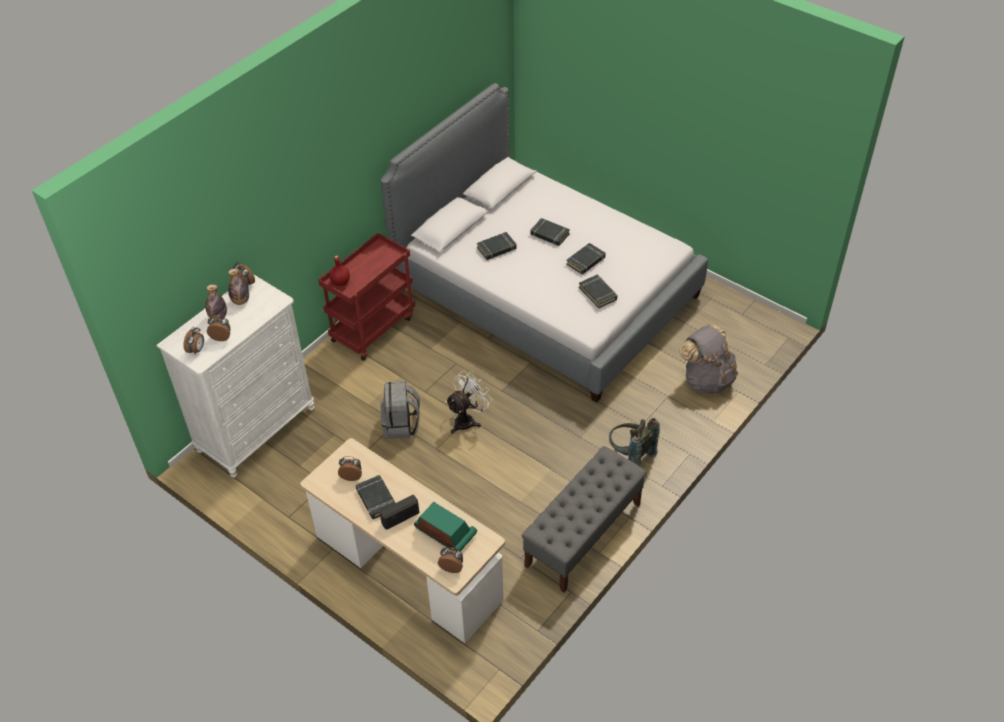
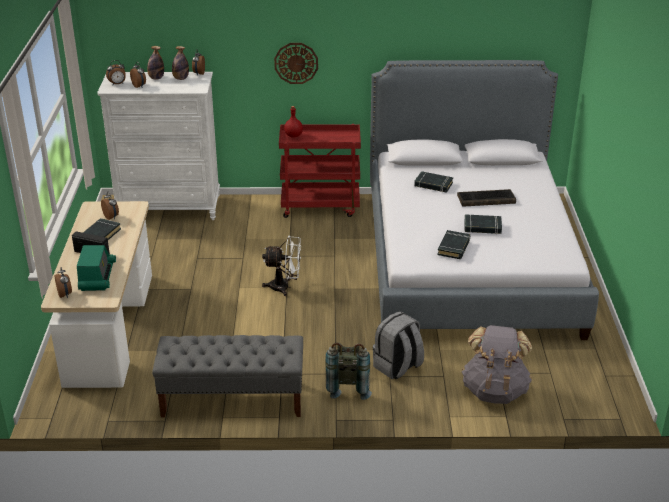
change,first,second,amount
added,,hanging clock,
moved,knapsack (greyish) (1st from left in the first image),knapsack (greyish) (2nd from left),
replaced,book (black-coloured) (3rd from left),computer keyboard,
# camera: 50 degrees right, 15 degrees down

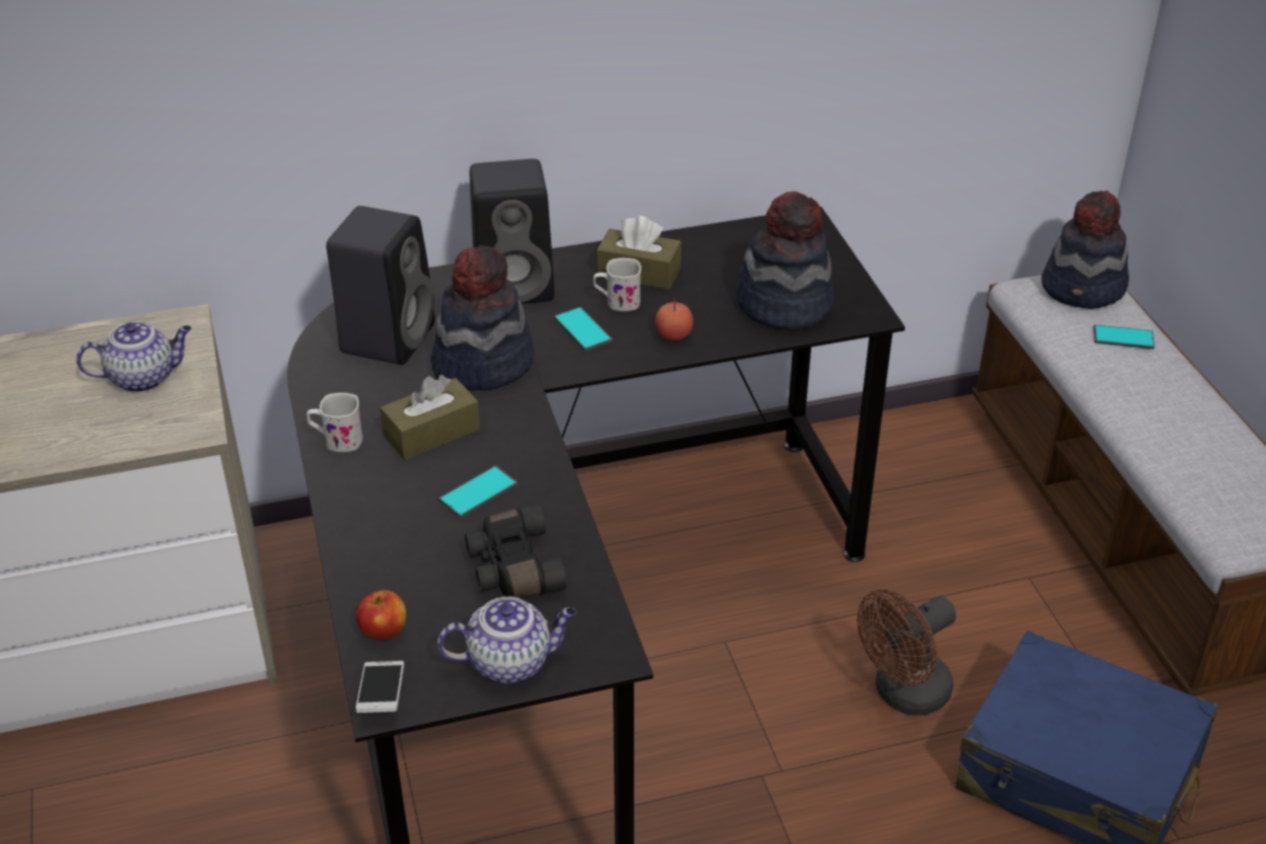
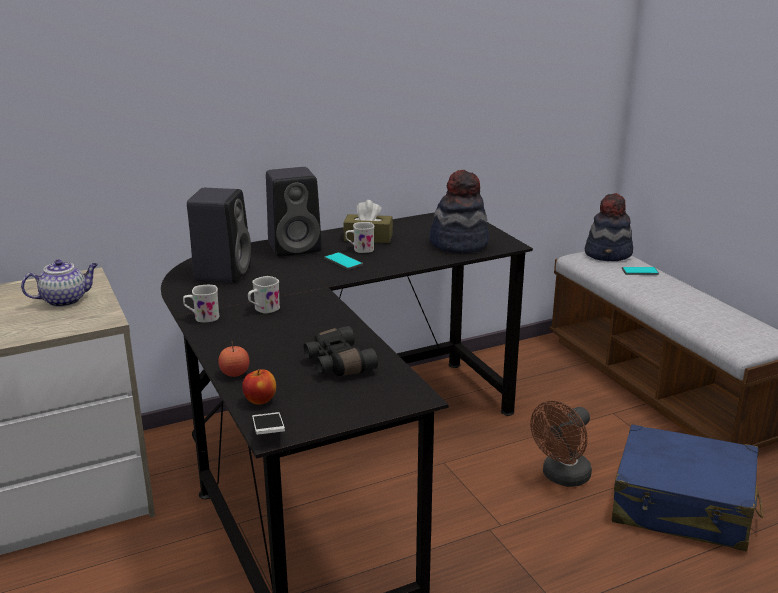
change,first,second,amount
removed,hat (1st from left),,
removed,pot for tea (2nd from left),,
removed,phone (2nd from left),,
moved,apple fruit (2nd from left in the first image),apple fruit (1st from left),
replaced,tissue box (brownish) (1st from left),mug (white-coloured) (2nd from left),
# camera: 10 degrees left, 15 degrees down

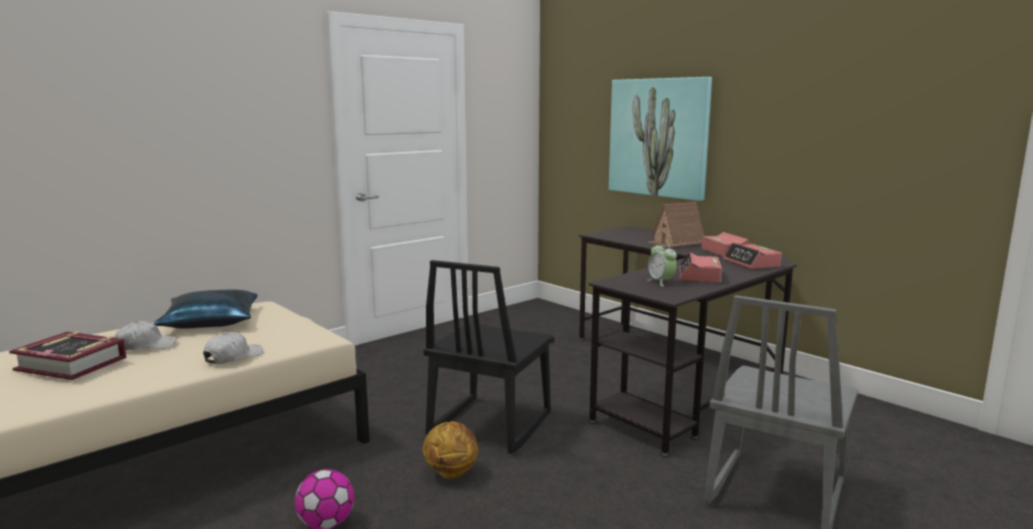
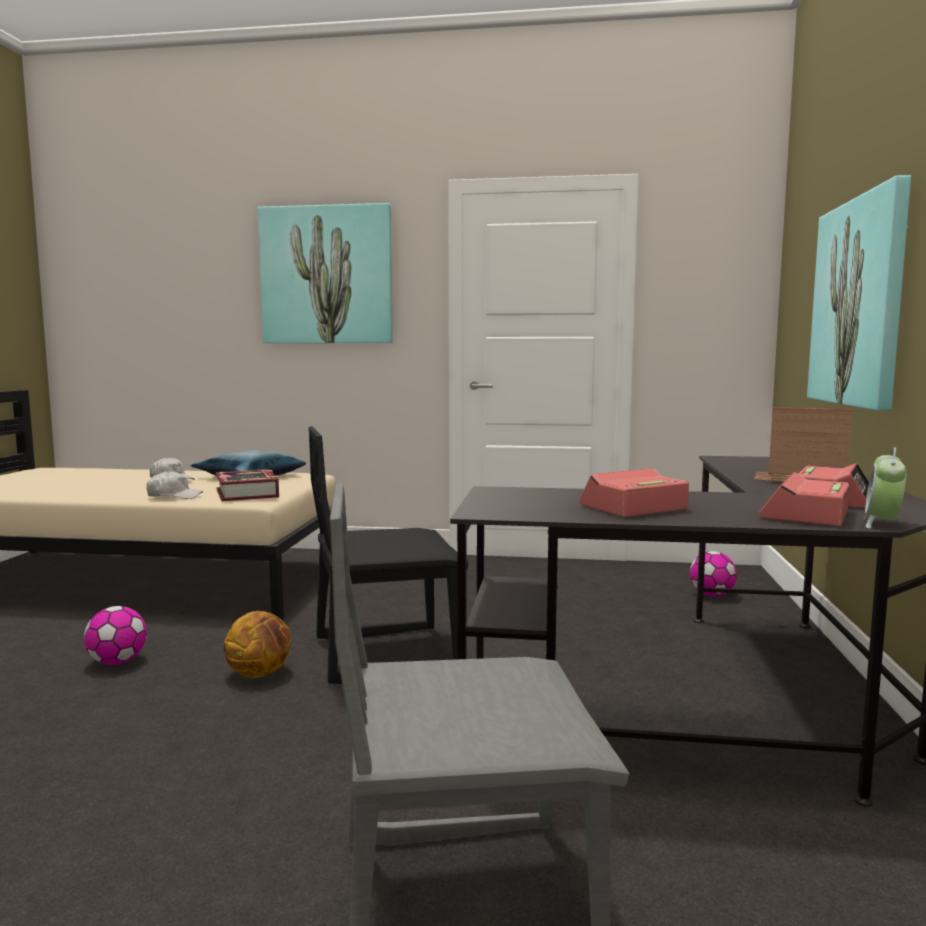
change,first,second,amount
added,,picture (1st from left),
added,,football ball (2nd from left),
moved,book,,
moved,table clock (1st from left in the first image),table clock (4th from left),
# camera: 50 degrees right, 5 degrees down

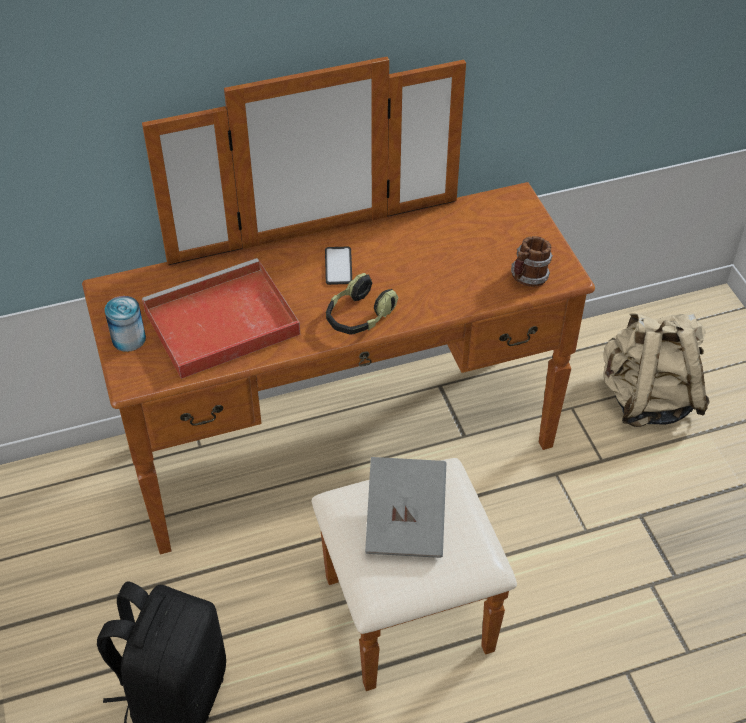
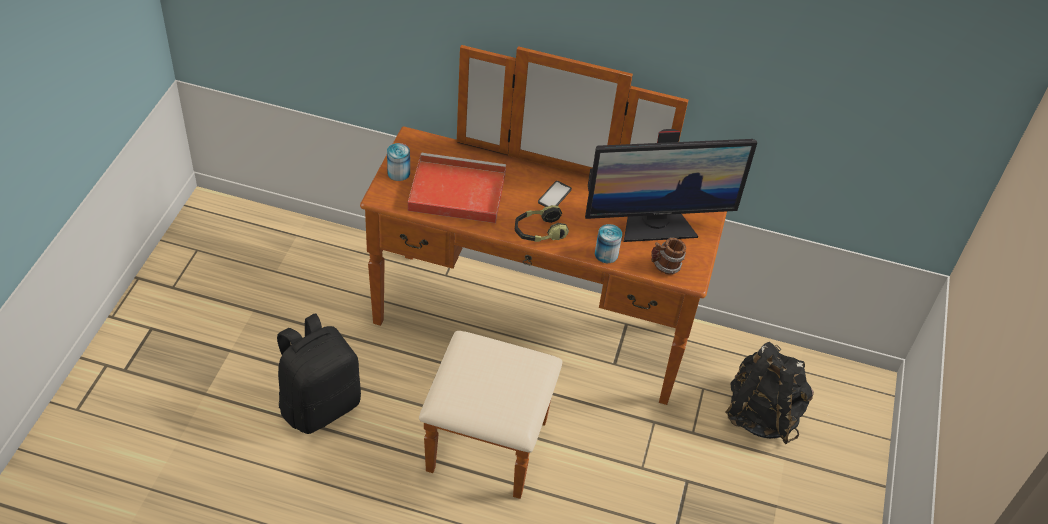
change,first,second,amount
removed,book (greyish),,
added,,monitor,
added,,sealed can (2nd from left),
recoloured,knapsack (beige),knapsack (black-coloured) (2nd from left),
# camera: 30 degrees right, 0 degrees up

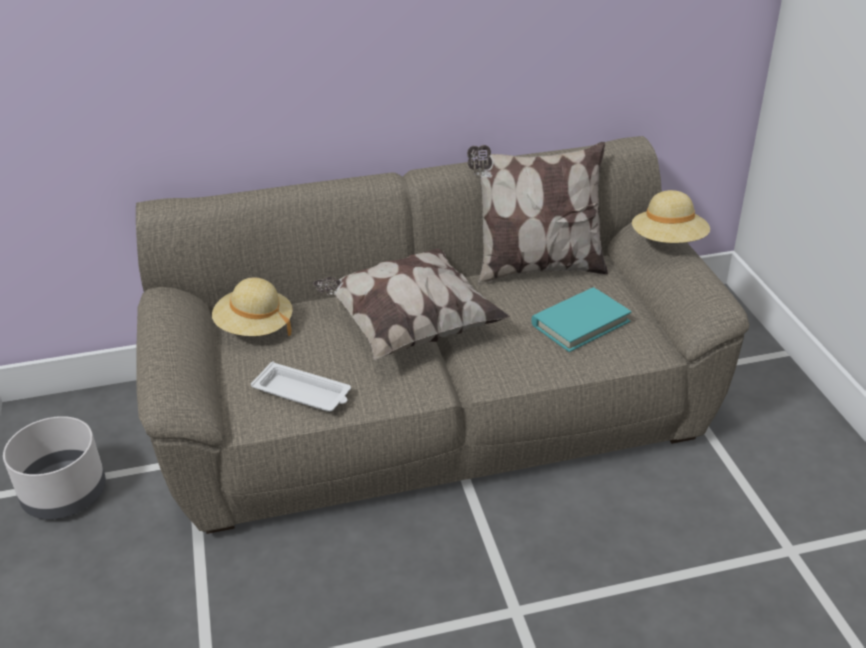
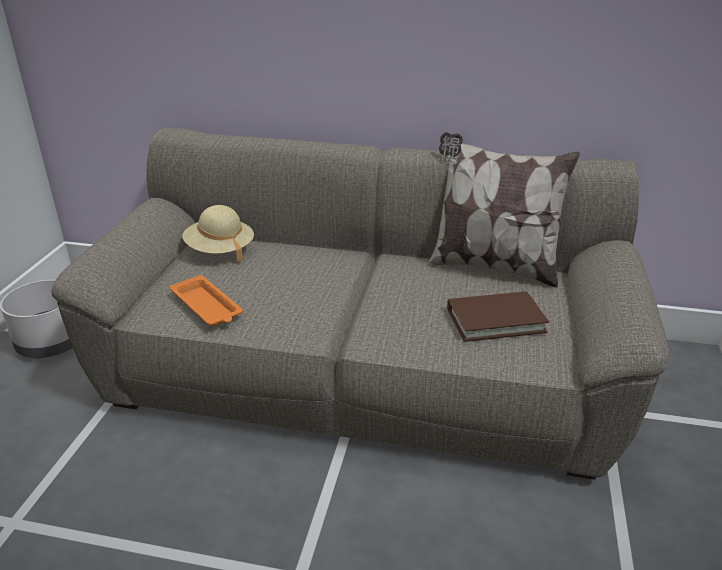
change,first,second,amount
removed,pillow (1st from left),,
removed,hat (beige) (2nd from left),,
recoloured,carrying tray (white-coloured),carrying tray (orange),
recoloured,book (turquoise-coloured),book (brownish),
# camera: 25 degrees right, 5 degrees down

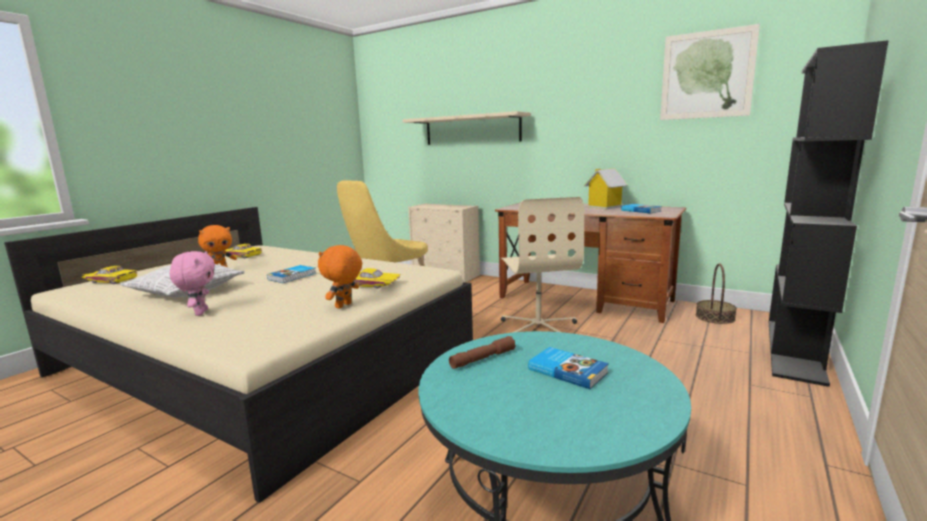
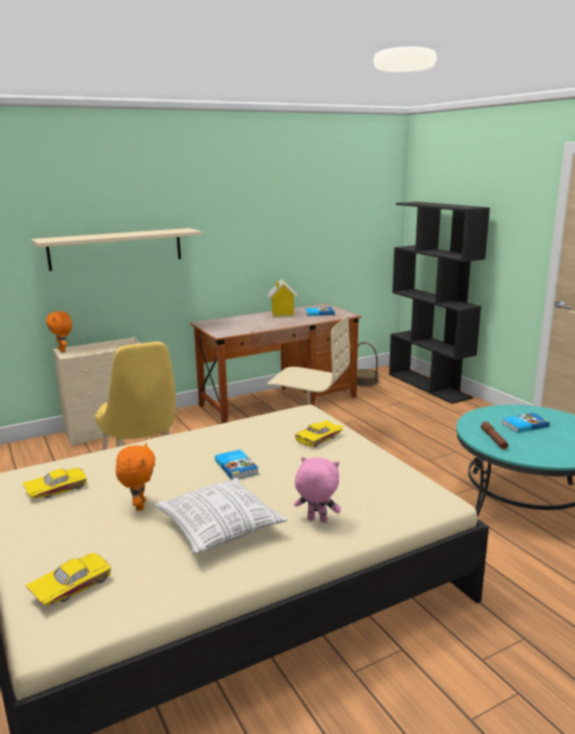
change,first,second,amount
removed,picture,,
moved,cuddly toy (orange) (2nd from left in the first image),cuddly toy (orange) (1st from left),
# camera: 60 degrees left, 5 degrees up

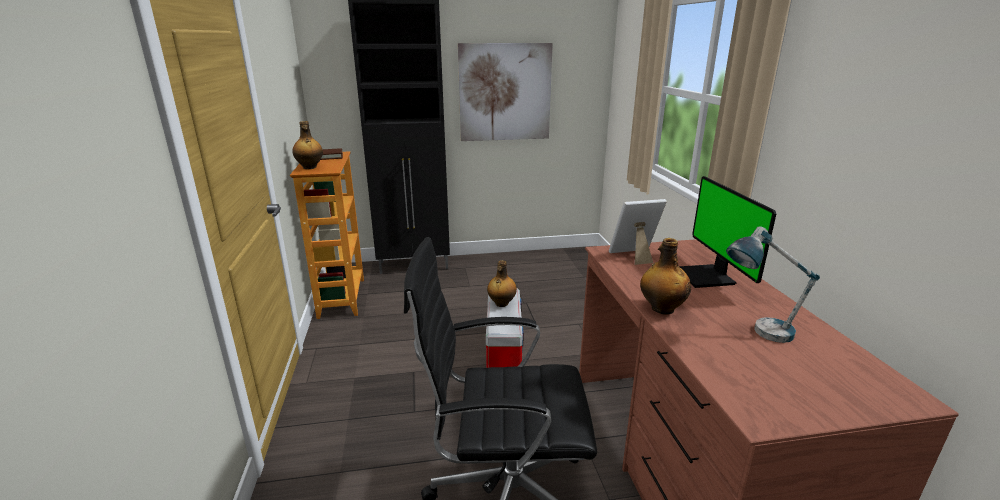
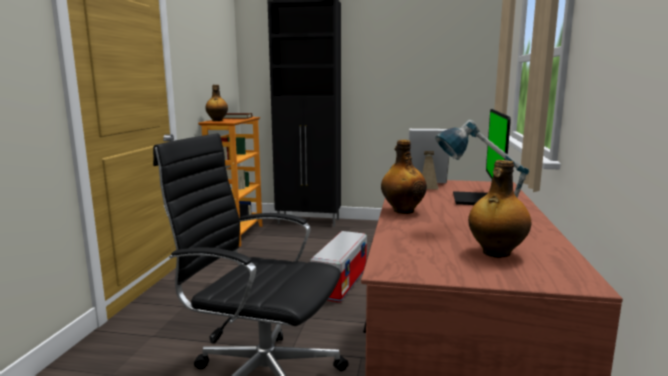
change,first,second,amount
removed,picture,,
moved,bottle (2nd from left in the first image),bottle (3rd from left),
# camera: 20 degrees right, 10 degrees down

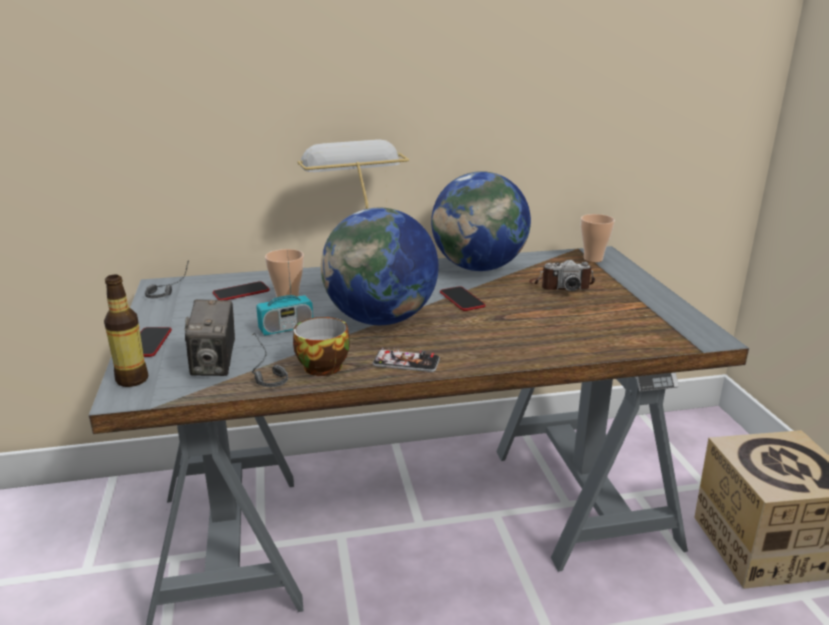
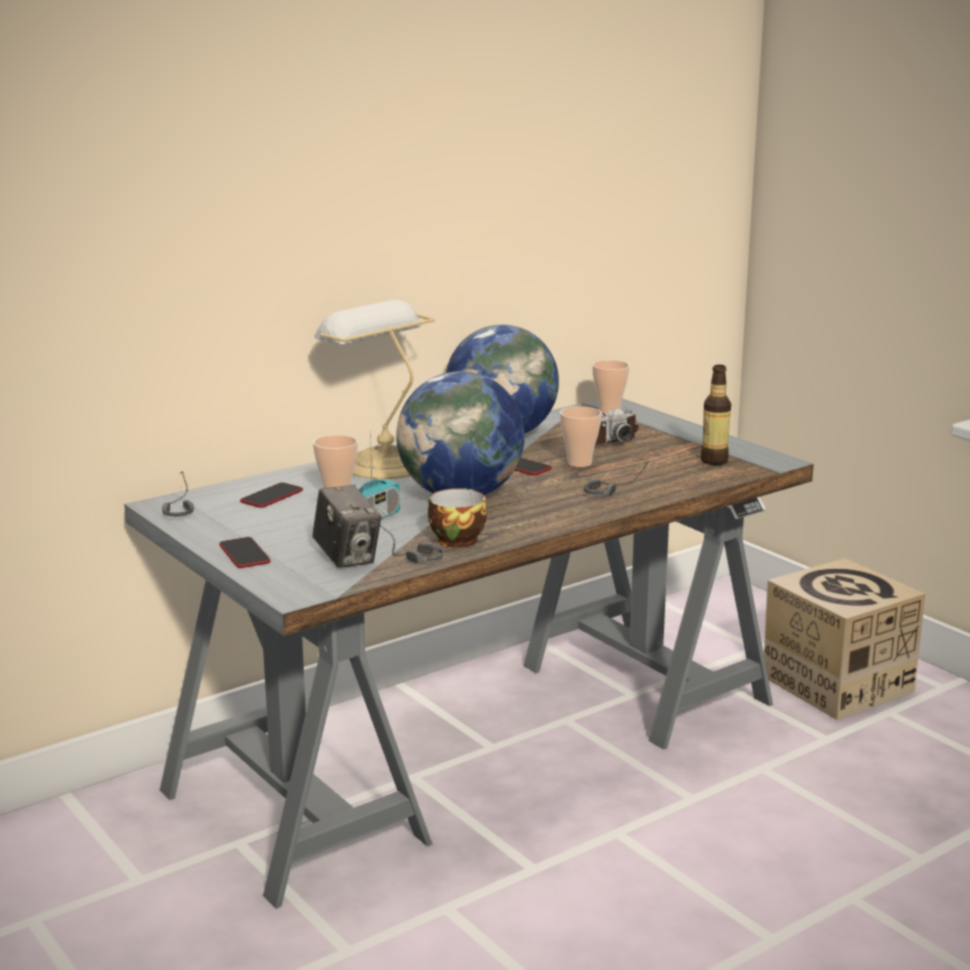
change,first,second,amount
removed,phone (3rd from left),,
added,,drinking cup (3rd from left),
added,,headphones (3rd from left),
moved,bottle,,
# camera: 25 degrees left, 5 degrees down

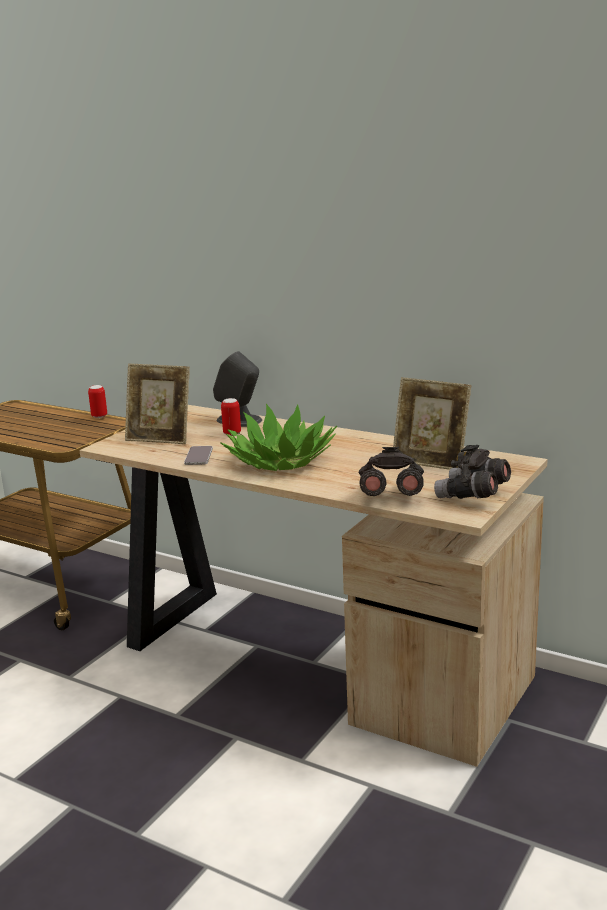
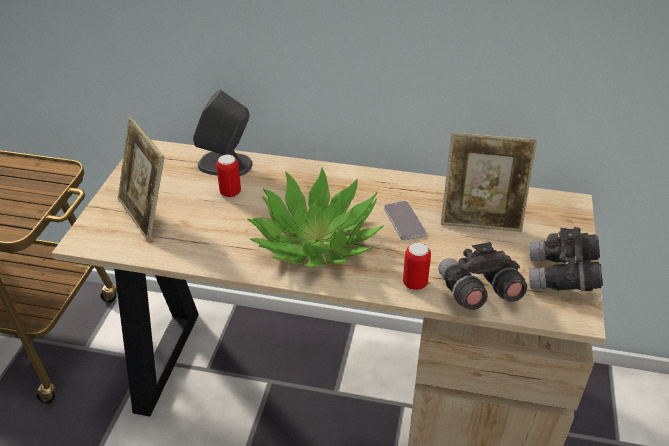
change,first,second,amount
moved,sealed can (1st from left in the first image),sealed can (2nd from left),
moved,phone,,
turned,picture frame (1st from left),,60 degrees clockwise
# camera: 20 degrees left, 20 degrees up

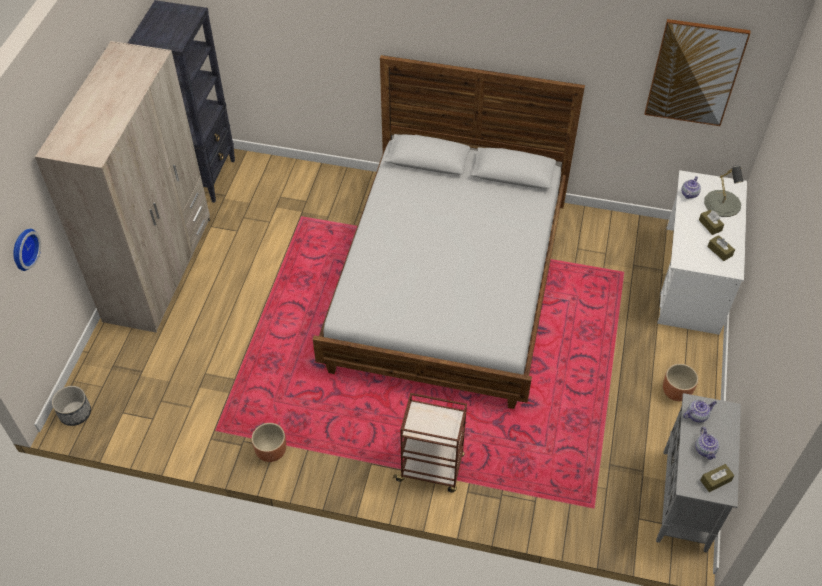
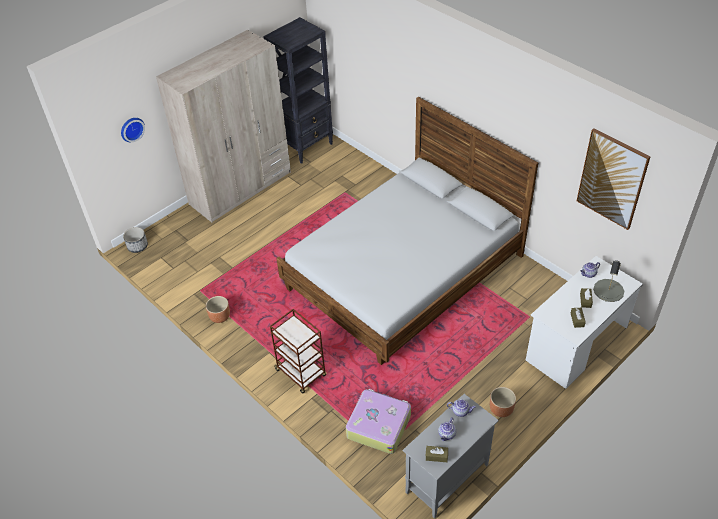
change,first,second,amount
added,,travel case,
# camera: 35 degrees right, 5 degrees down

